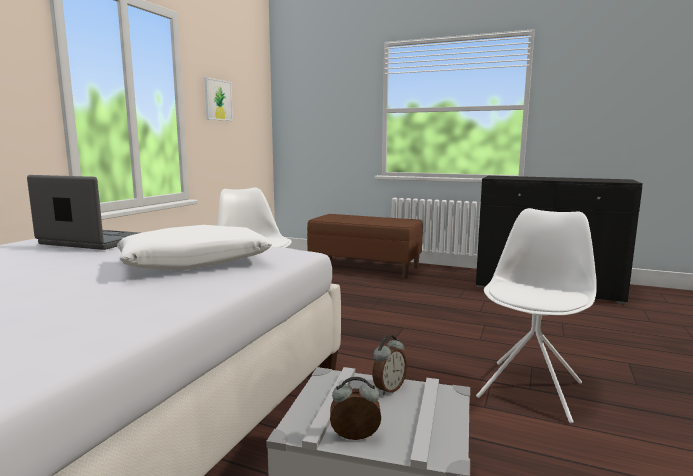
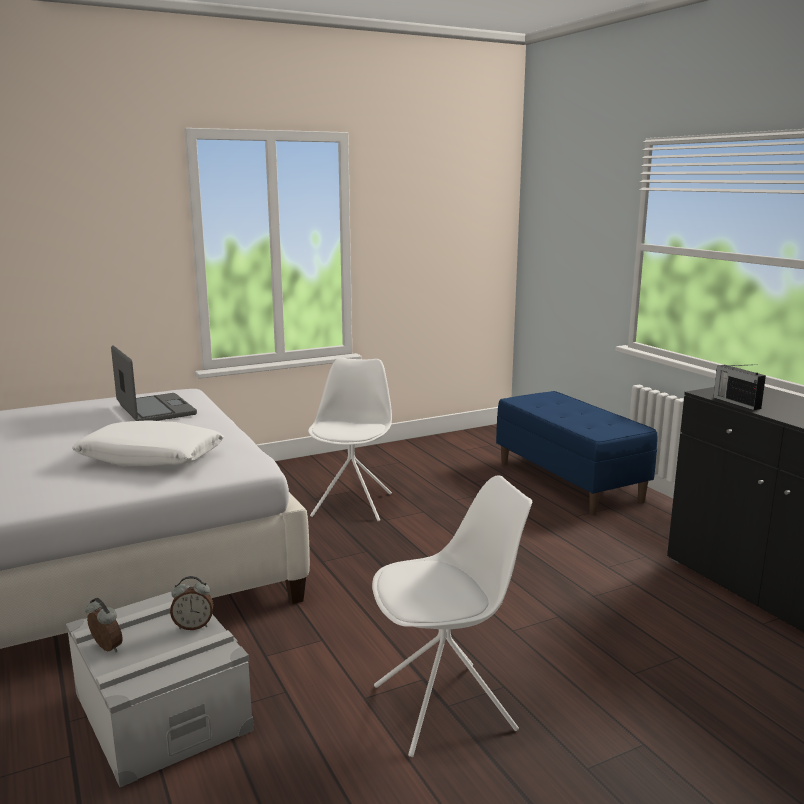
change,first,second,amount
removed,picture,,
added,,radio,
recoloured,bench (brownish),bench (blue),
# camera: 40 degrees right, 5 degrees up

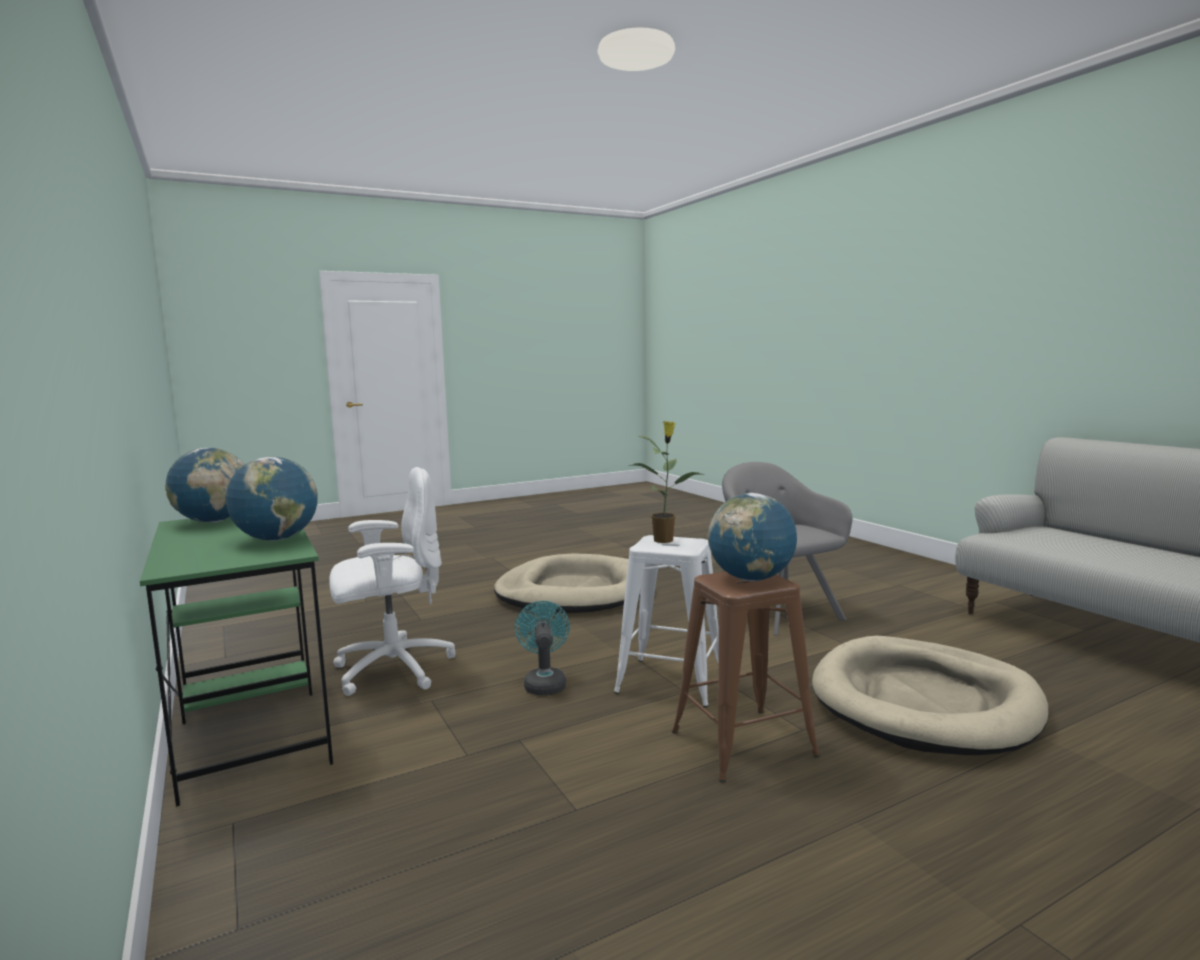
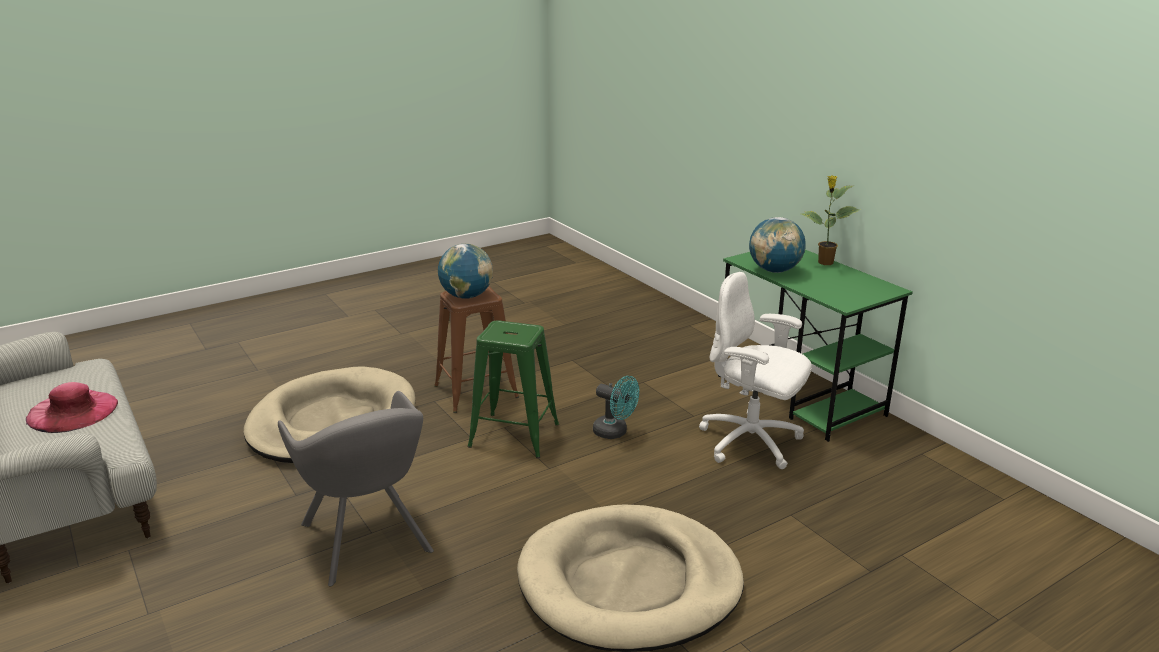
change,first,second,amount
removed,globe (1st from left),,
added,,hat (pink),
moved,potted plant,,
recoloured,stool (white-coloured),stool (green-coloured),
turned,desk chair (white-coloured),,60 degrees clockwise
turned,cooling fan (turquoise-coloured),,45 degrees counterclockwise
# camera: 175 degrees right, 15 degrees up

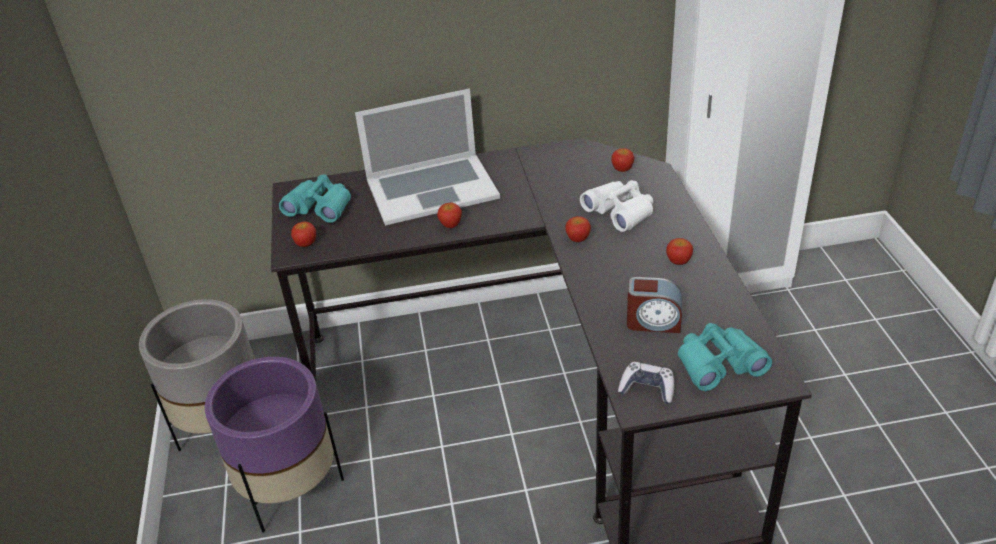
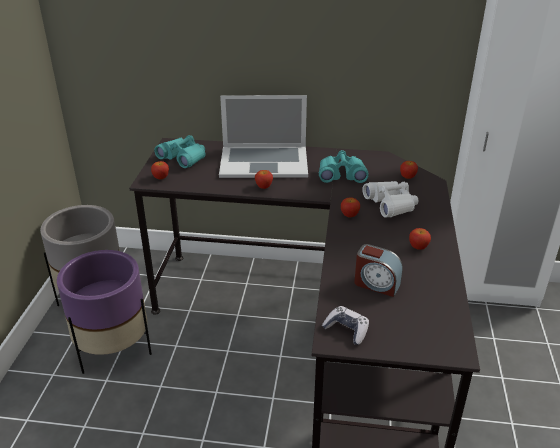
change,first,second,amount
moved,field glasses (turquoise-coloured) (2nd from left),,
# camera: 15 degrees right, 5 degrees down

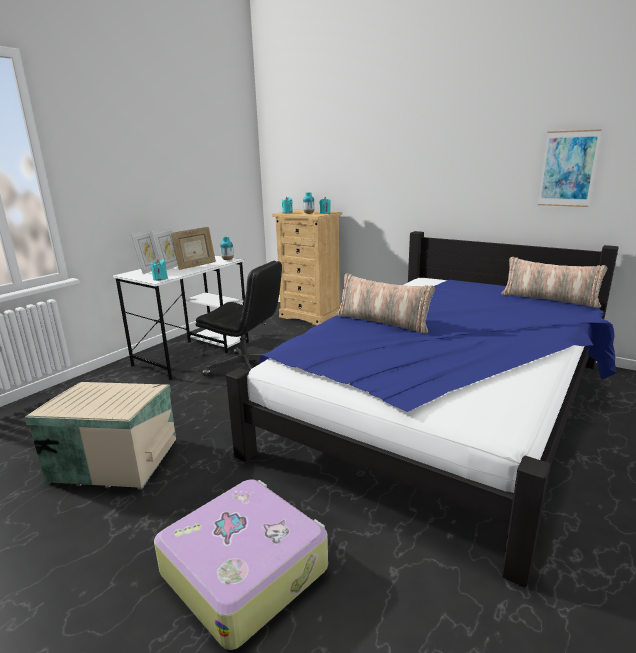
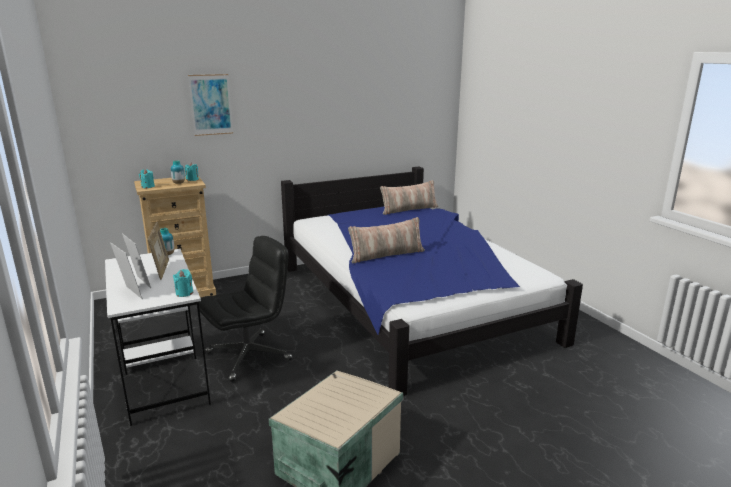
change,first,second,amount
removed,travel case,,
moved,picture,,
# camera: 60 degrees left, 0 degrees up

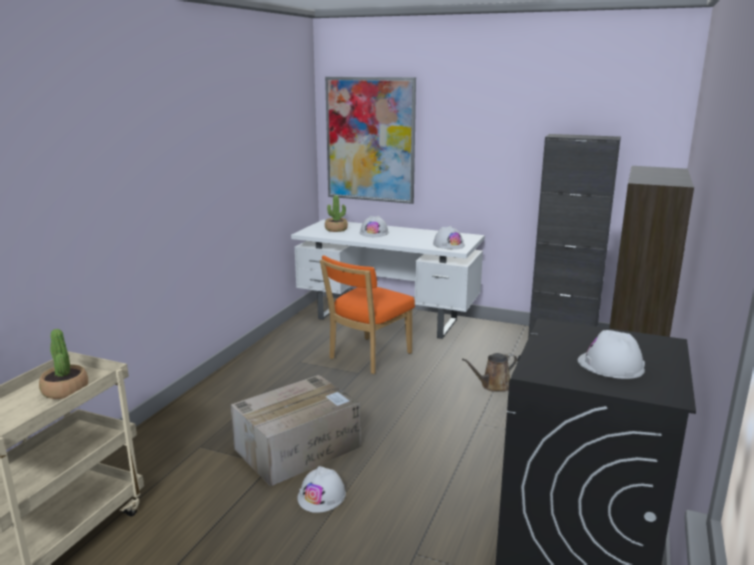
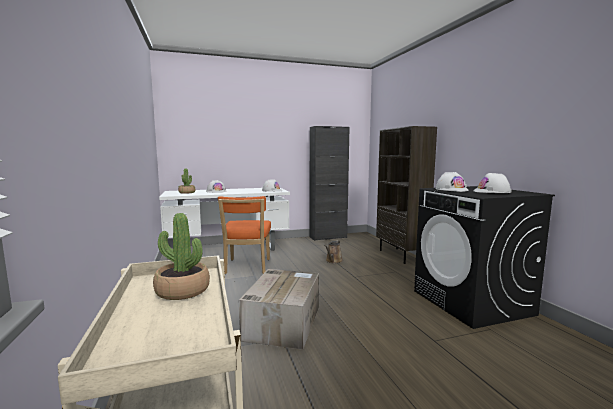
change,first,second,amount
removed,picture,,
moved,work helmet (white-coloured) (1st from left in the first image),work helmet (white-coloured) (3rd from left),
# camera: 40 degrees left, 10 degrees down

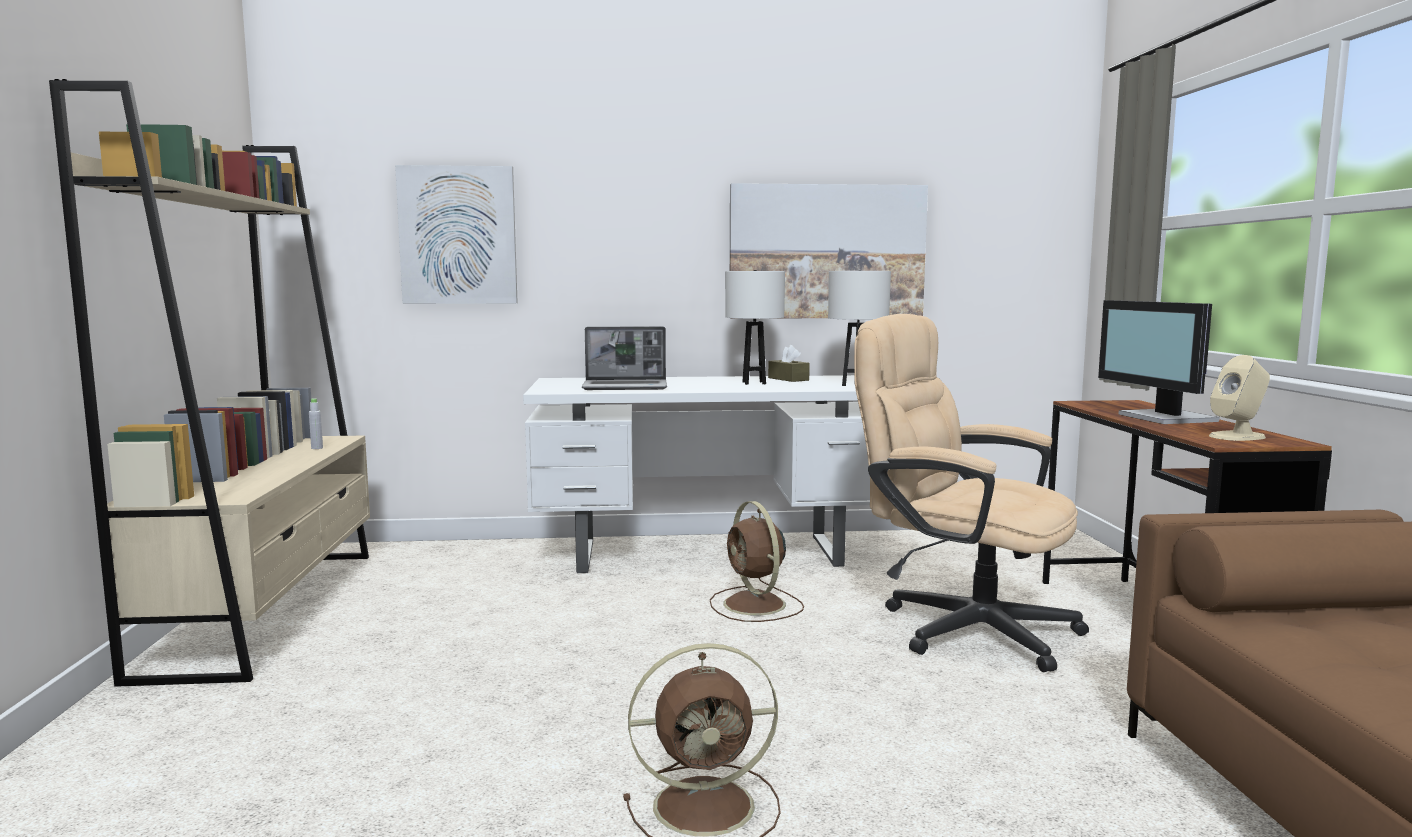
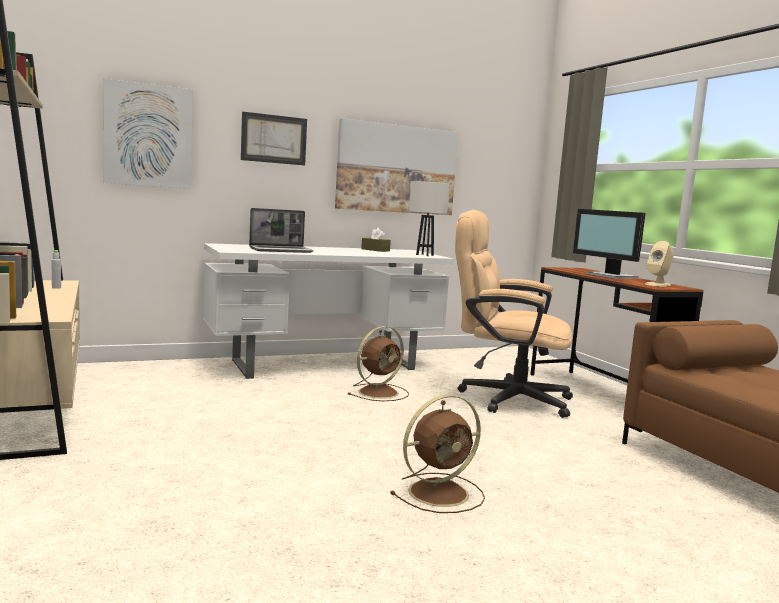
change,first,second,amount
removed,lamp for a table (white-coloured) (1st from left),,
added,,picture (2nd from left),
turned,cooling fan (brownish) (2nd from left in the first image),cooling fan (brownish) (1st from left),90 degrees counterclockwise
# camera: 20 degrees left, 0 degrees up

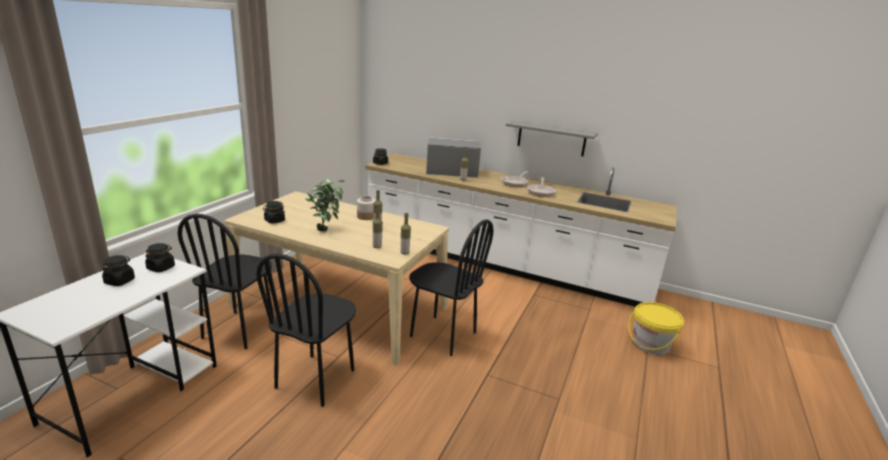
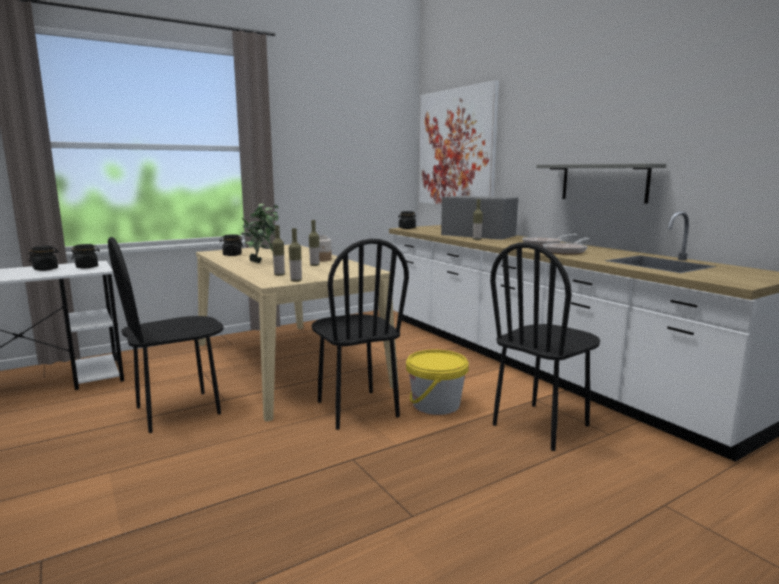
change,first,second,amount
added,,picture,
moved,chair (black-coloured) (1st from left in the first image),chair (black-coloured) (3rd from left),
moved,water bucket (yellow),,
# camera: 35 degrees right, 10 degrees down

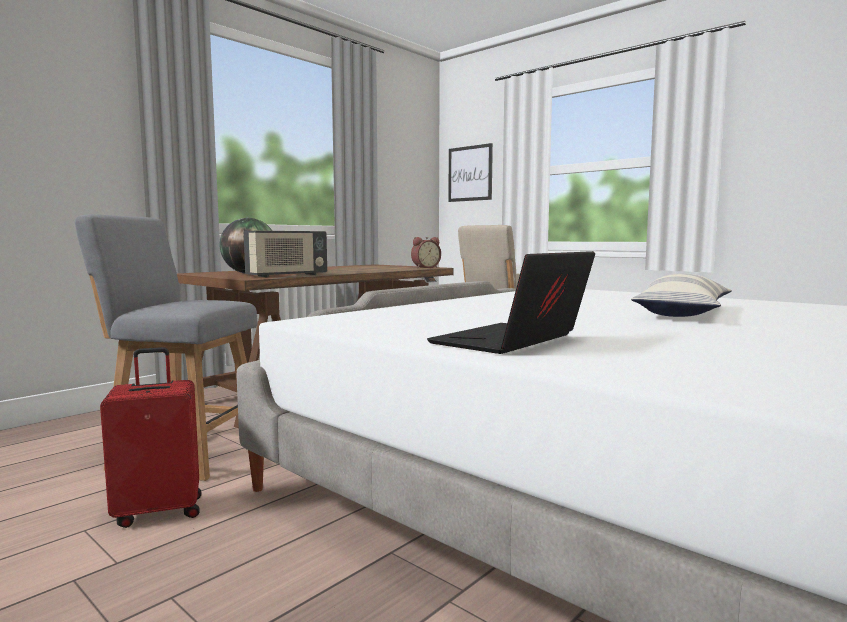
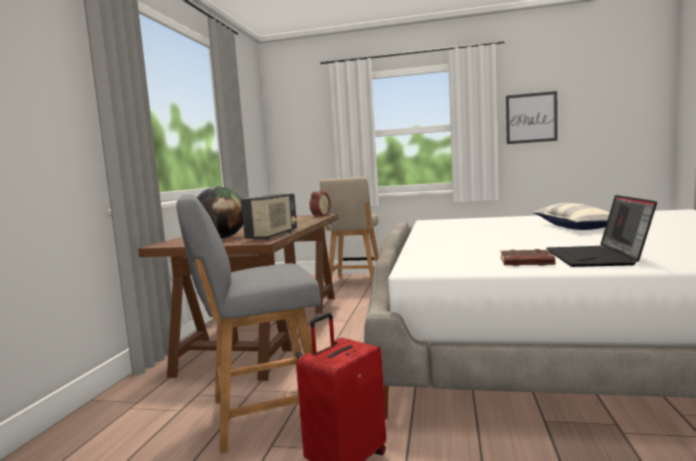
change,first,second,amount
added,,book (brownish),
moved,picture,,
# camera: 30 degrees left, 0 degrees up

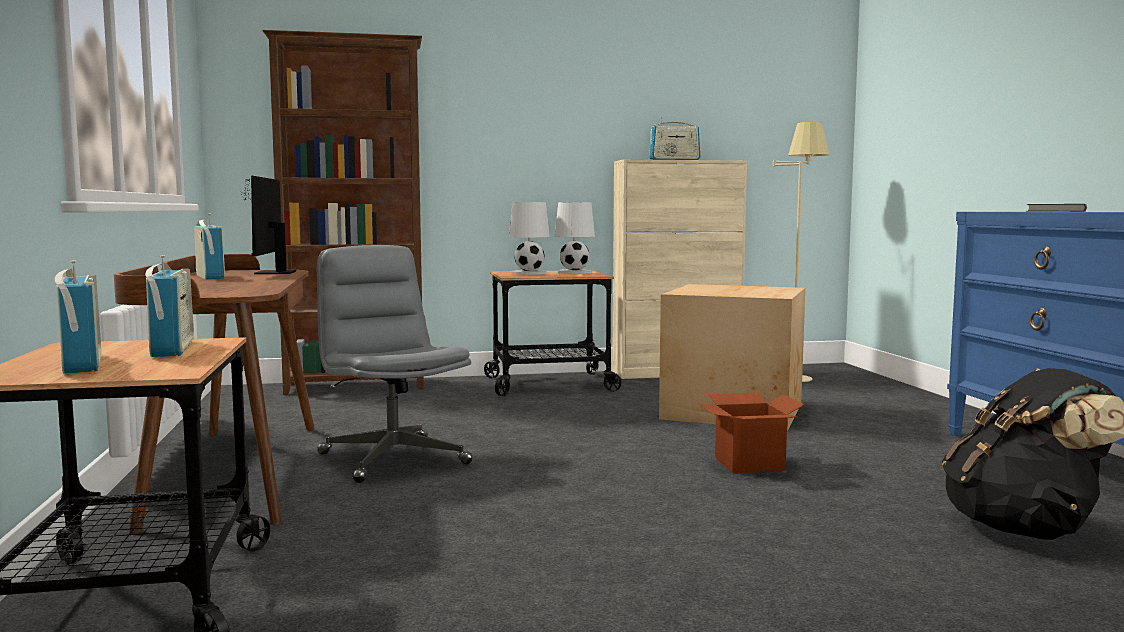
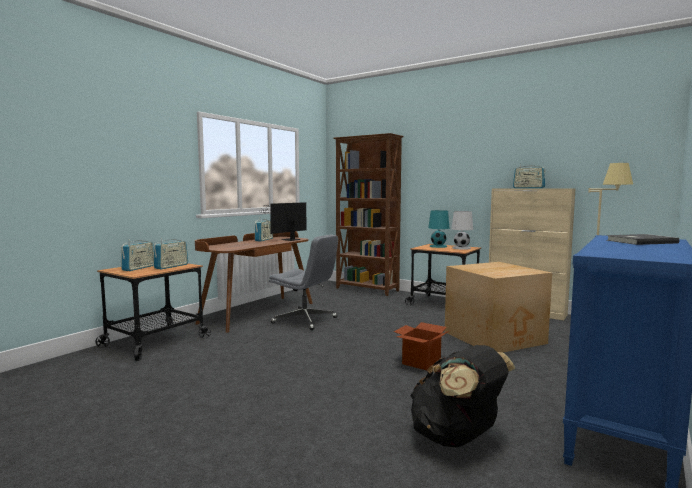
change,first,second,amount
recoloured,lamp for a table (white-coloured) (1st from left),lamp for a table (turquoise-coloured),
turned,desk chair (greyish),,105 degrees clockwise
# camera: 45 degrees right, 0 degrees up

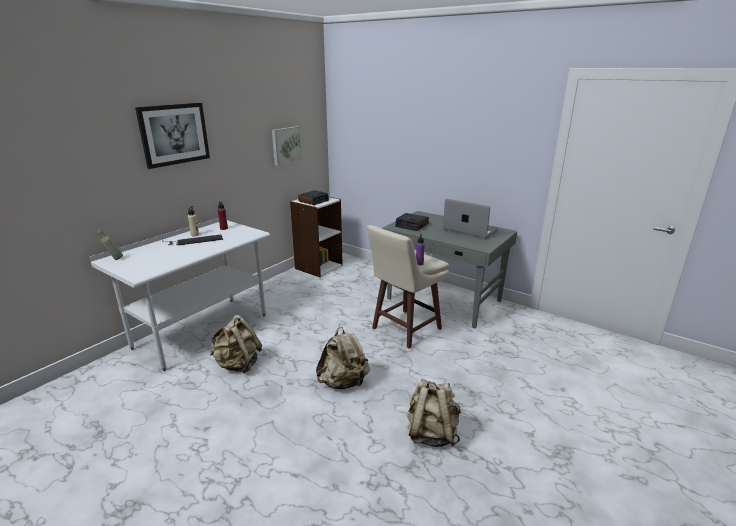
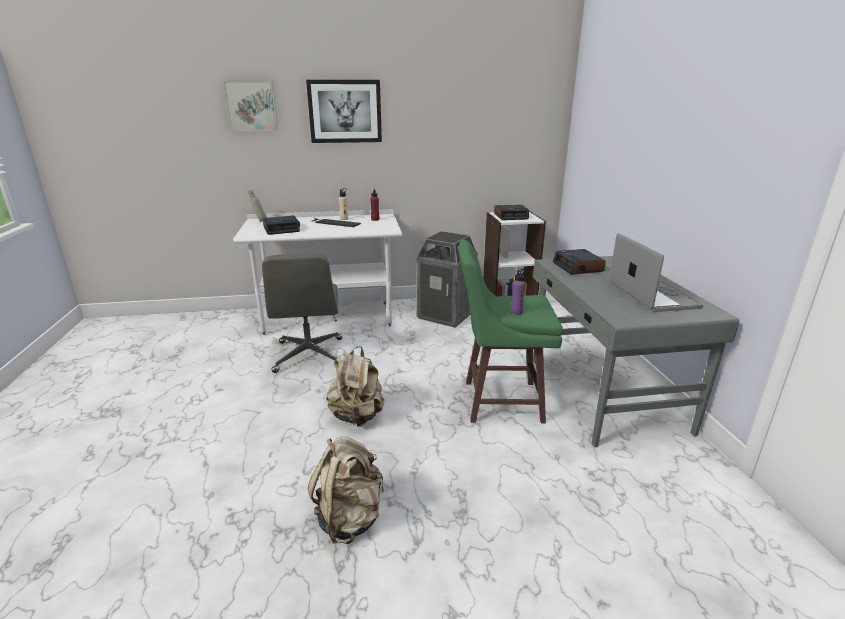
change,first,second,amount
added,,table clock (1st from left),
added,,rubbish bin,
moved,picture (2nd from left in the first image),picture (1st from left),
replaced,knapsack (beige) (1st from left),desk chair (greyish),
recoloured,stool (beige),stool (green-coloured),
# camera: 45 degrees right, 0 degrees up

